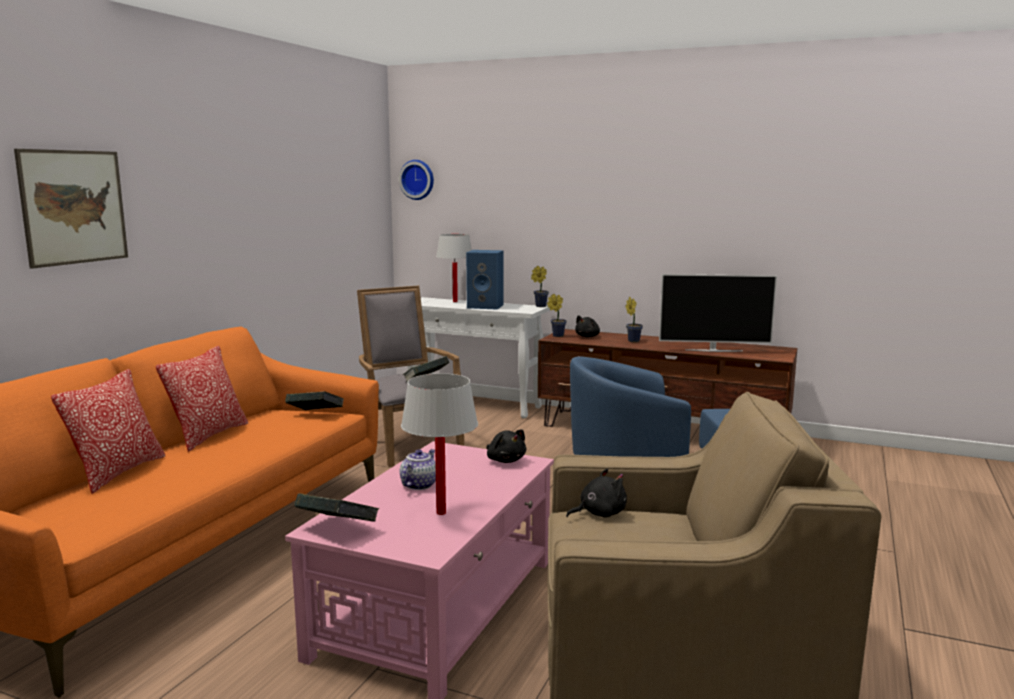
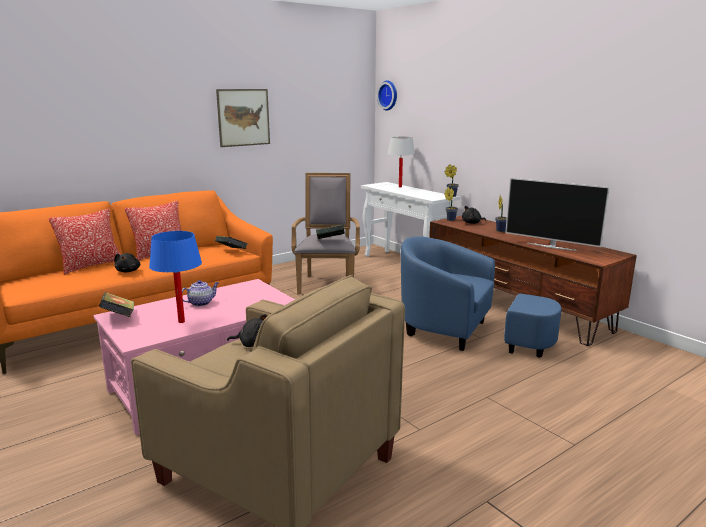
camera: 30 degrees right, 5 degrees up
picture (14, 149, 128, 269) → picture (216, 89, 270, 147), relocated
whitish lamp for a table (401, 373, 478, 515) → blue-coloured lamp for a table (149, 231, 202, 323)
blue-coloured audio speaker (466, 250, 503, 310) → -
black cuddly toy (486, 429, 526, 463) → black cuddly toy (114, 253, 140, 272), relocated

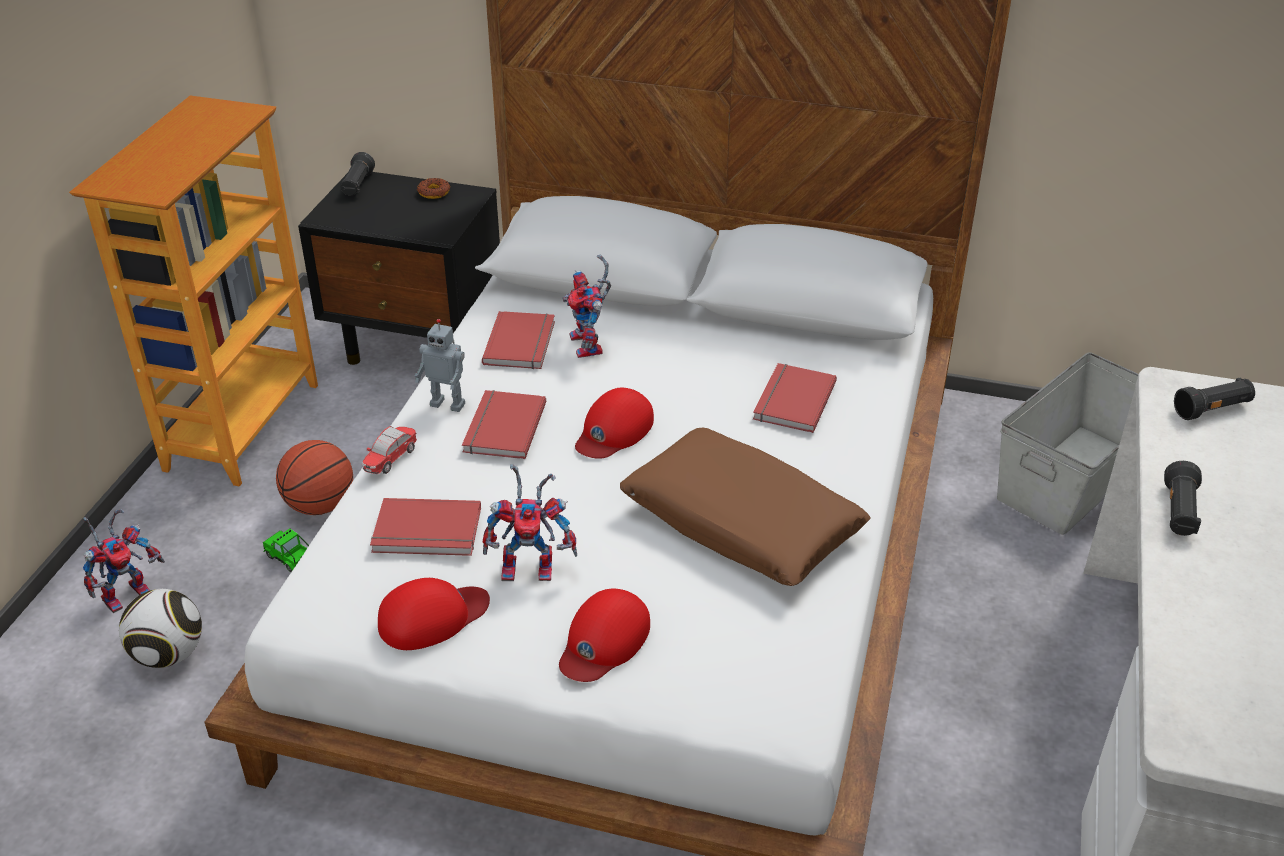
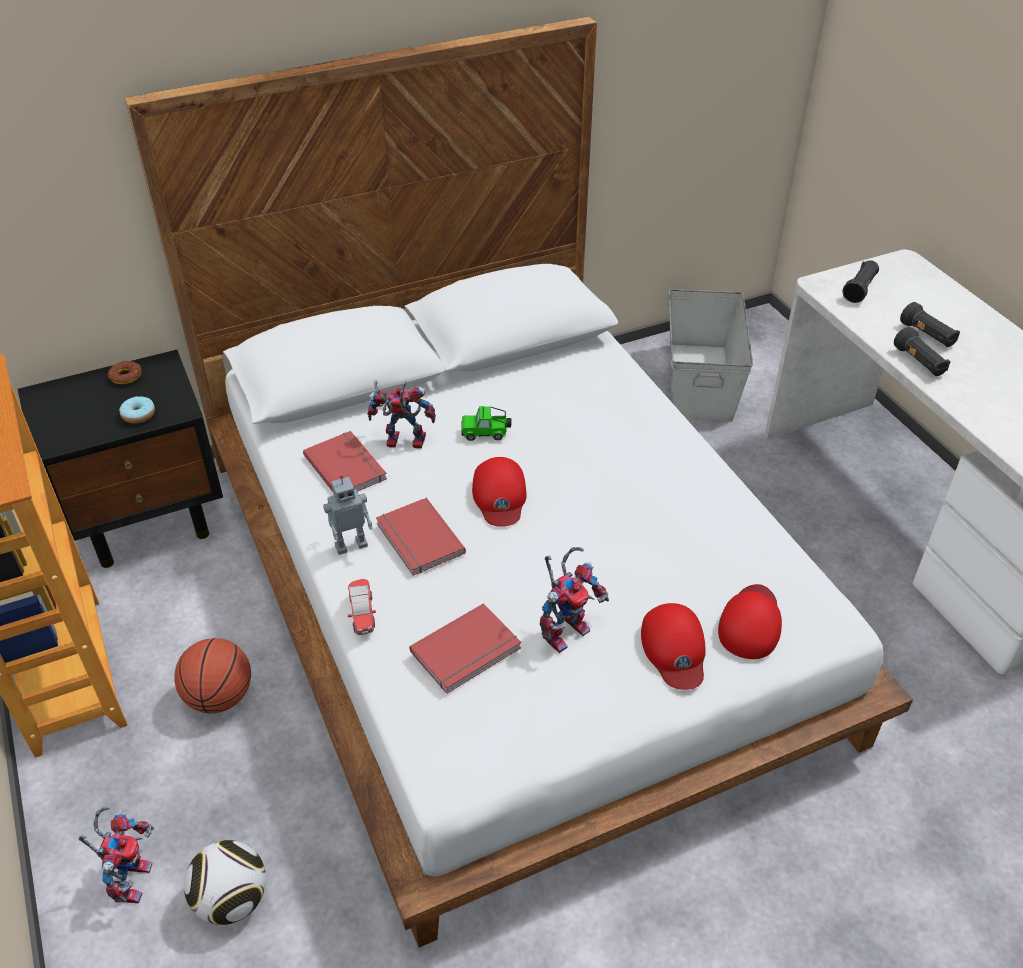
camera: 40 degrees left, 5 degrees up
miniature car (263, 529, 309, 572) → miniature car (461, 406, 512, 441), relocated
black torch (340, 152, 375, 196) → black torch (900, 302, 960, 347), relocated
red cap (378, 578, 490, 650) → red cap (718, 584, 782, 659), relocated
robot figure (562, 254, 611, 358) → robot figure (367, 380, 436, 449), 150 degrees clockwise
brown pillow (620, 428, 871, 586) → -
red book (753, 363, 837, 433) → -
- → ring doughnut (119, 396, 155, 424)

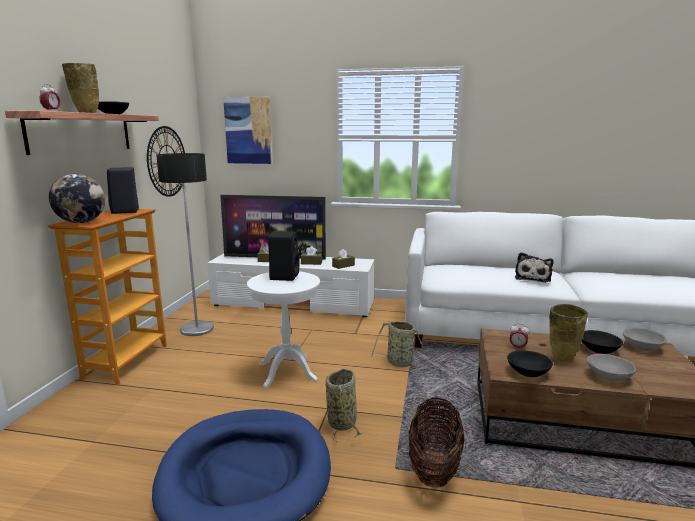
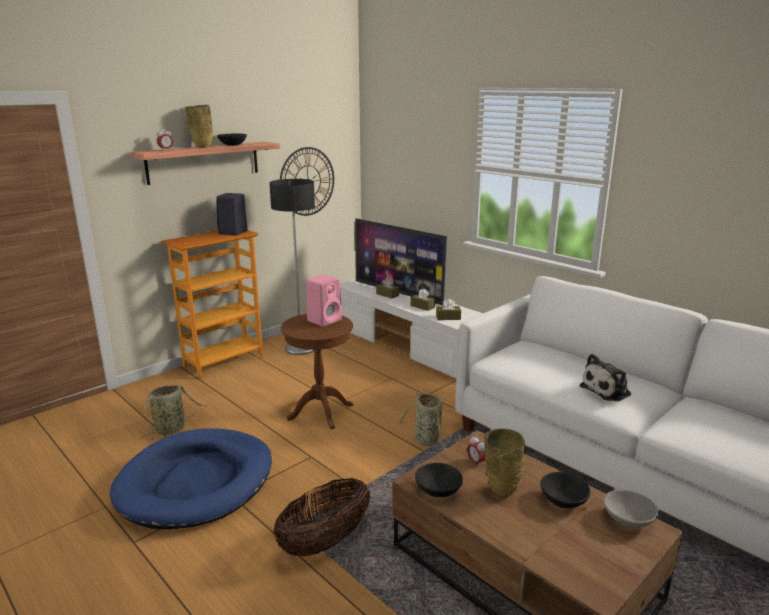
camera: 35 degrees right, 5 degrees up
world globe (49, 174, 105, 223) → -
picture (223, 97, 273, 164) → -
whitish end table (247, 271, 320, 388) → brown end table (281, 314, 354, 429)
black audio speaker (268, 231, 300, 281) → pink audio speaker (306, 274, 342, 327)
household basket (326, 368, 361, 442) → household basket (141, 385, 208, 440), relocated
greyish serving bowl (587, 354, 636, 381) → -

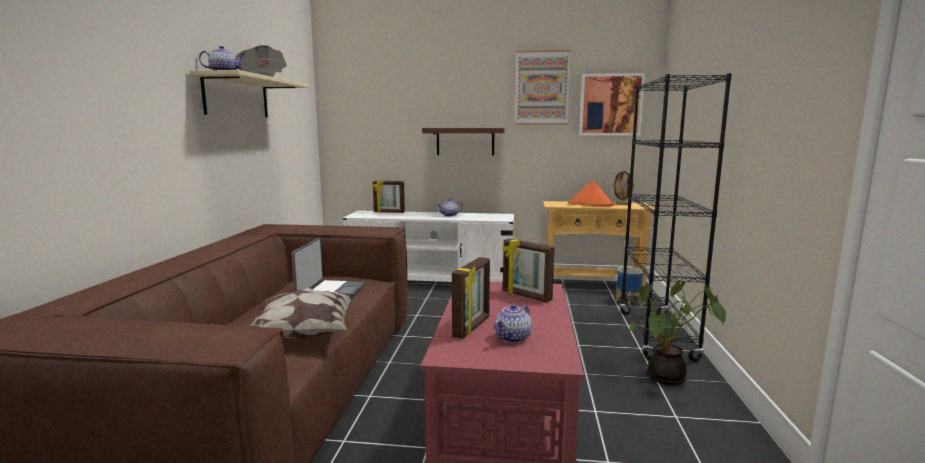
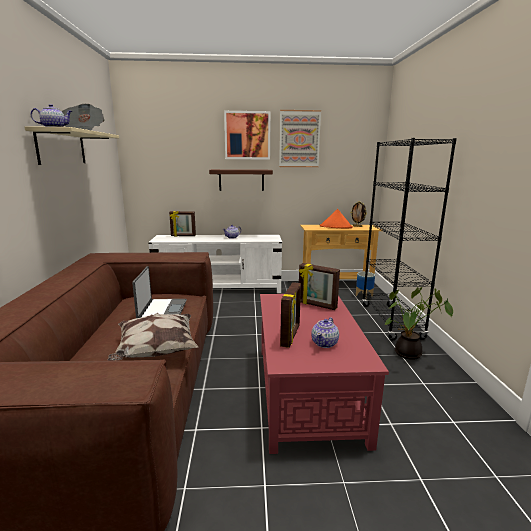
camera: 10 degrees left, 5 degrees up
picture (579, 73, 645, 136) → picture (224, 111, 271, 160), relocated

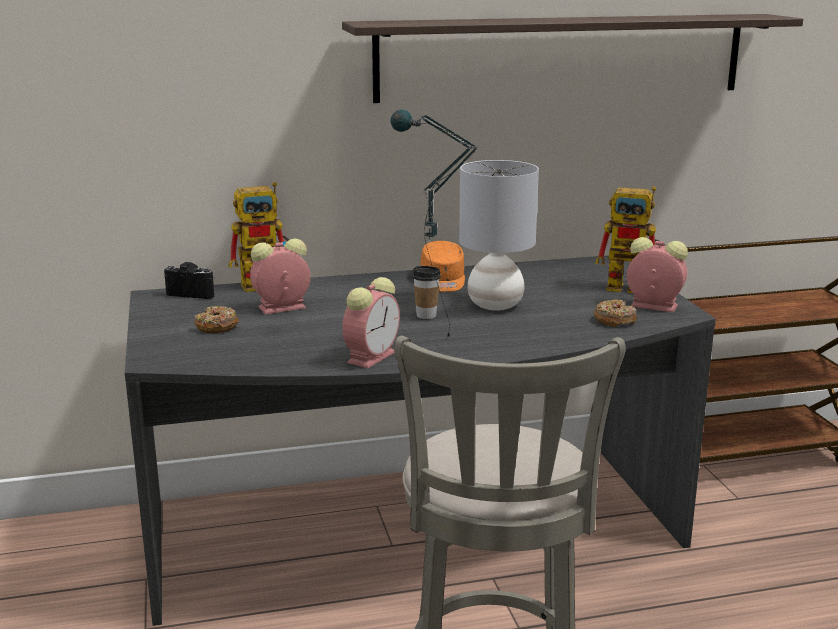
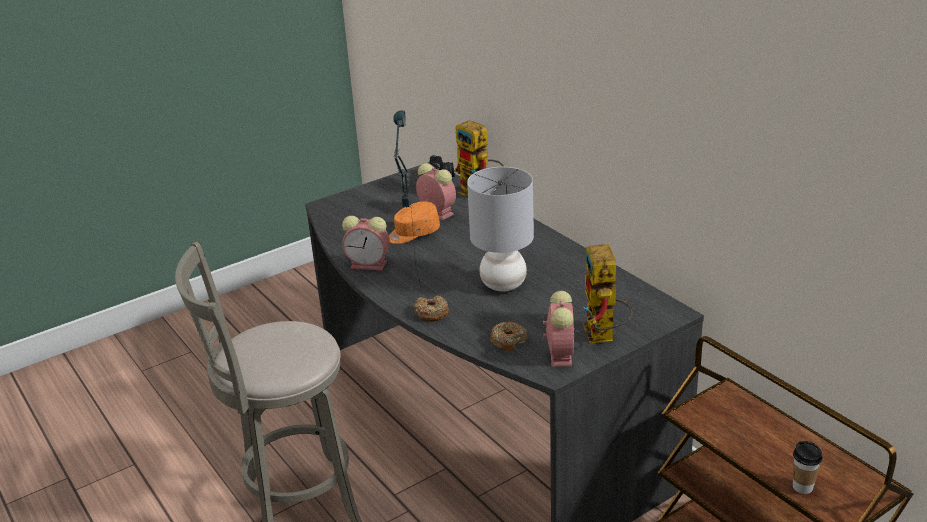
camera: 70 degrees right, 10 degrees up
ring doughnut (194, 306, 239, 333) → ring doughnut (414, 296, 449, 322), relocated
shelf (342, 14, 803, 103) → -
cup (412, 266, 441, 319) → cup (793, 441, 823, 494), relocated
orange cap (420, 241, 465, 292) → orange cap (389, 201, 440, 244), relocated

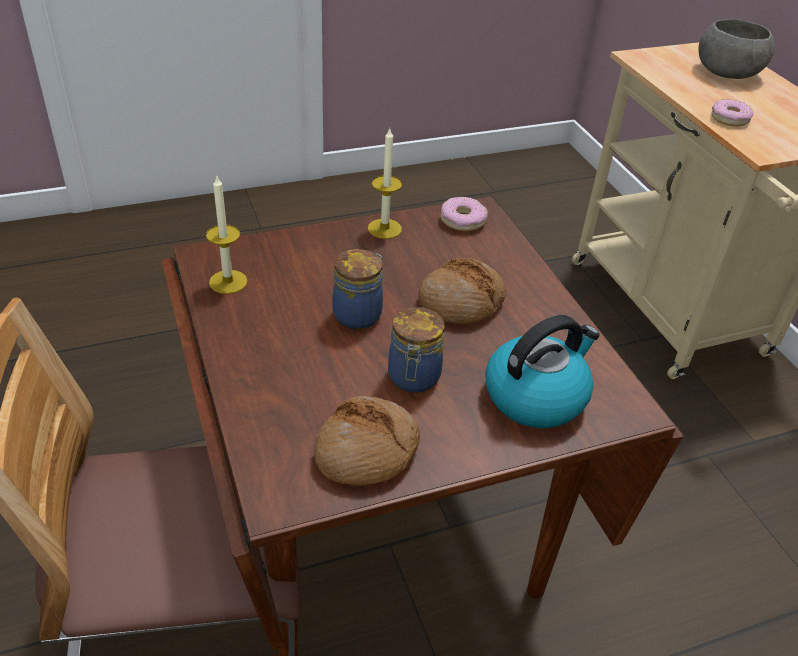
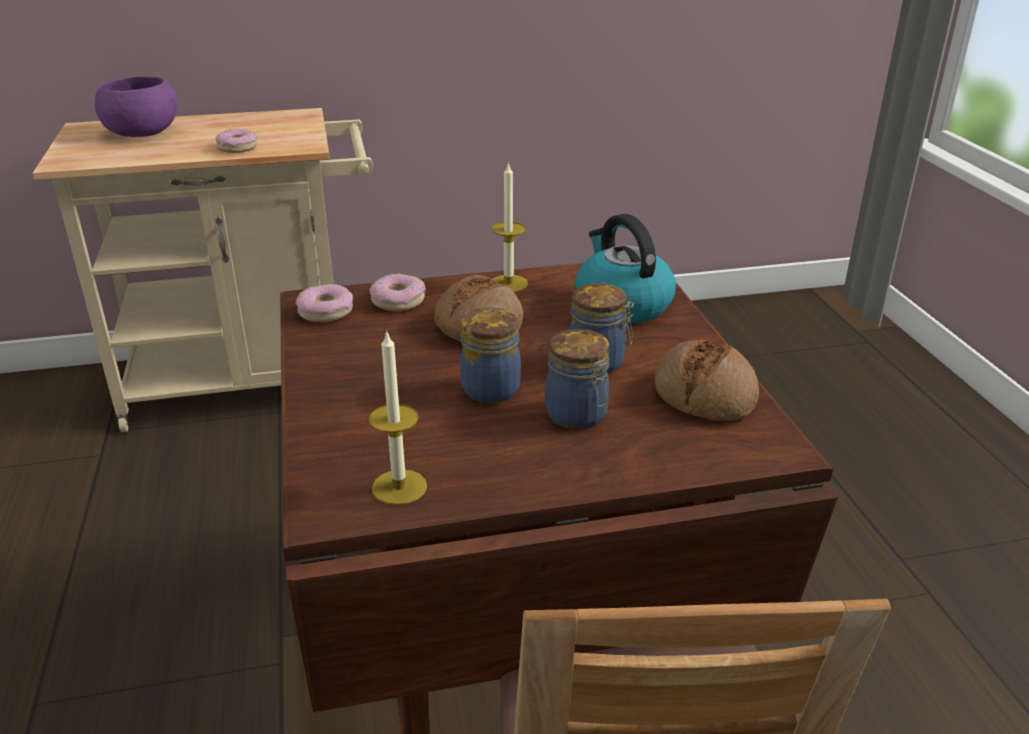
camera: 80 degrees left, 10 degrees down
wax light (368, 127, 402, 239) → wax light (492, 162, 528, 292), relocated
greyish serving bowl (698, 19, 775, 79) → purple serving bowl (95, 76, 178, 137)
- → ring doughnut (370, 274, 426, 311)
- → storage jar (545, 329, 609, 429)

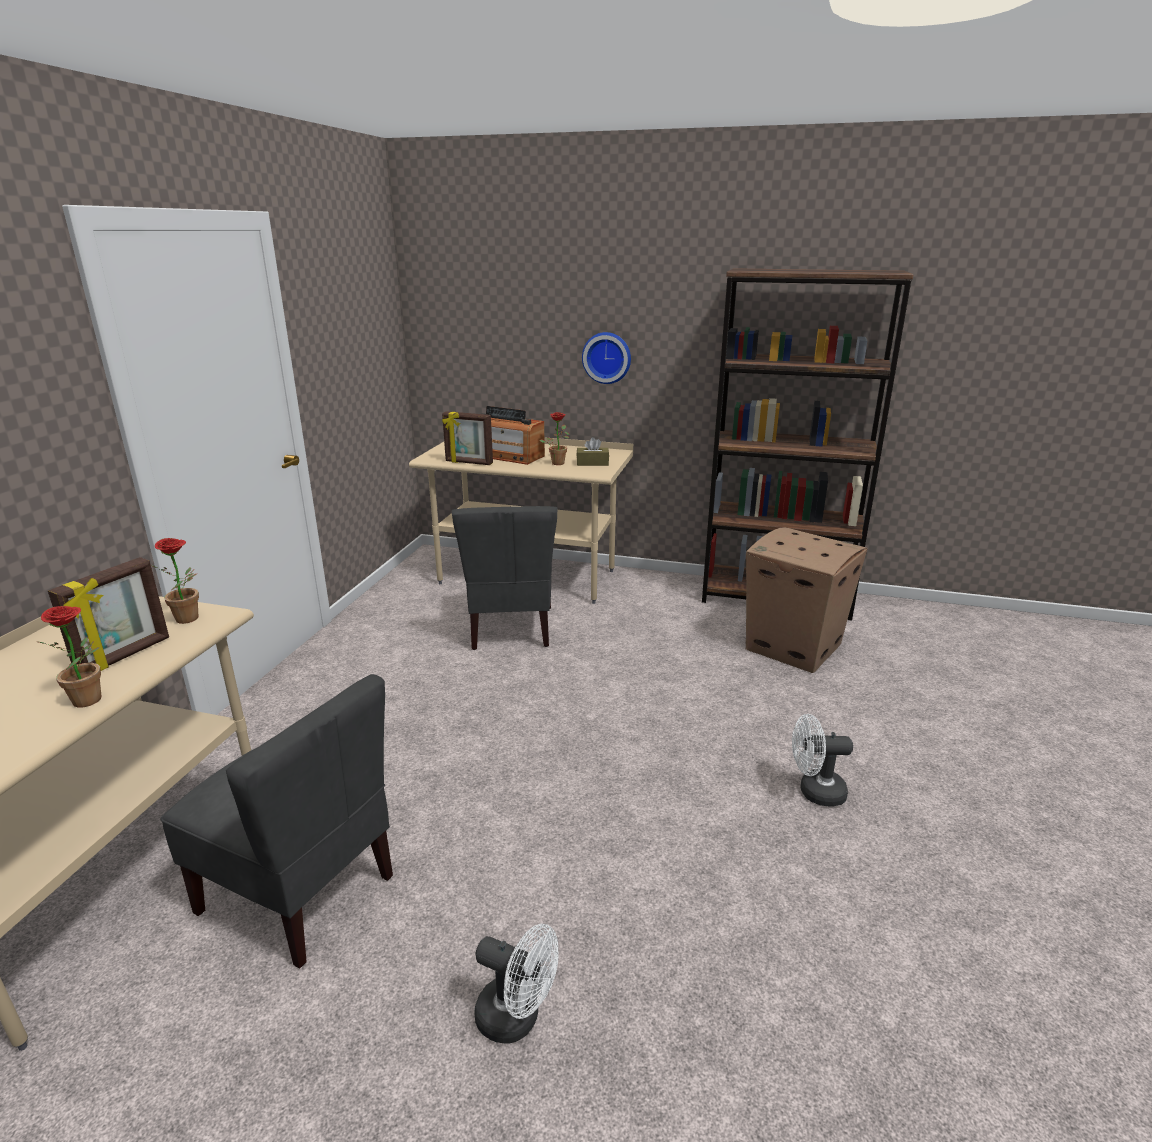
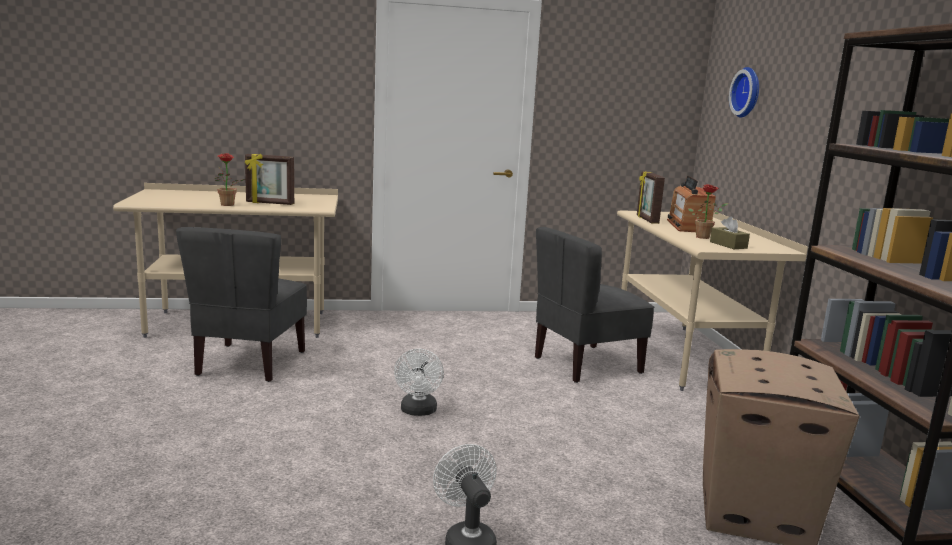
camera: 65 degrees right, 10 degrees down
plant in a pot (151, 538, 199, 624) → -
whitish cooling fan (474, 924, 558, 1044) → whitish cooling fan (394, 349, 444, 416), relocated
clock on the wall (582, 332, 631, 384) → clock on the wall (729, 67, 759, 118), relocated

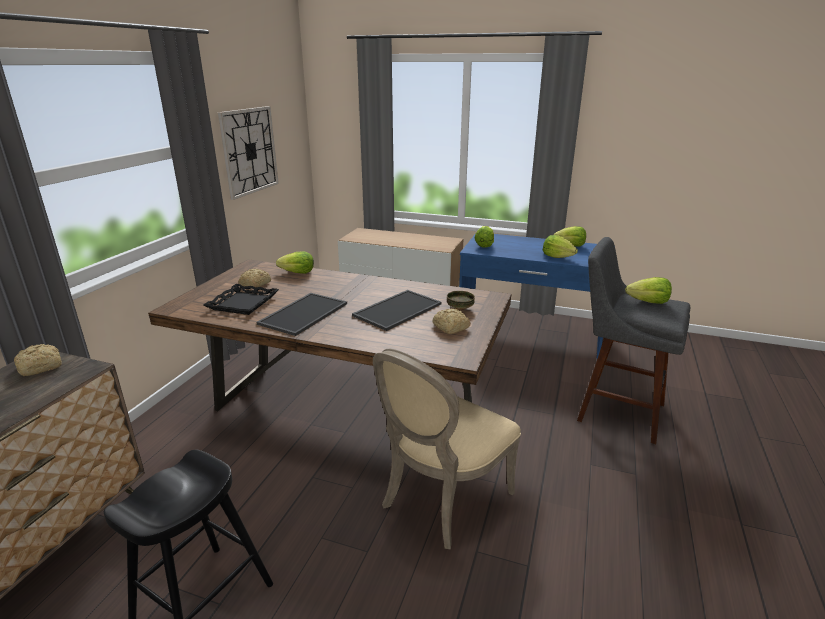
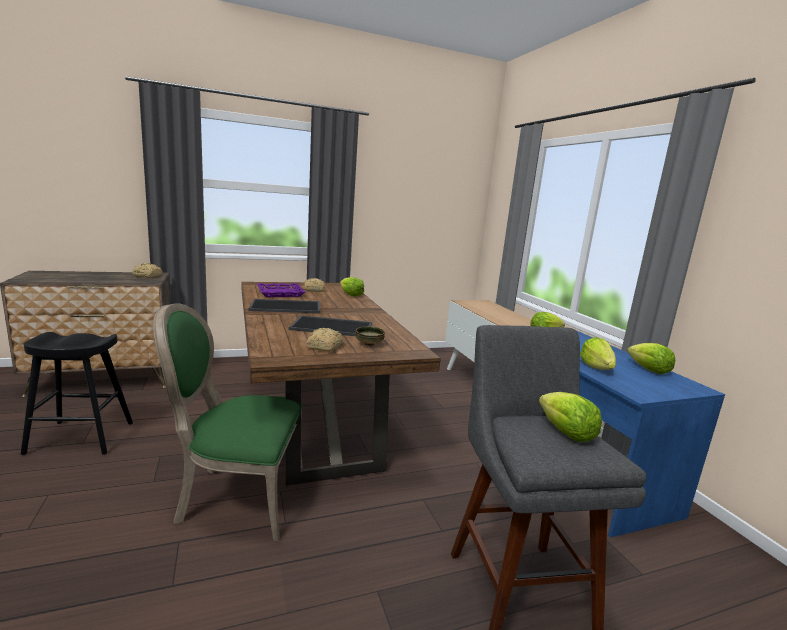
camera: 50 degrees right, 10 degrees down
black tray (203, 284, 279, 315) → purple tray (257, 283, 305, 297)
clock on the wall (218, 106, 279, 200) → -
beige chair (373, 349, 521, 550) → green chair (153, 303, 303, 541)

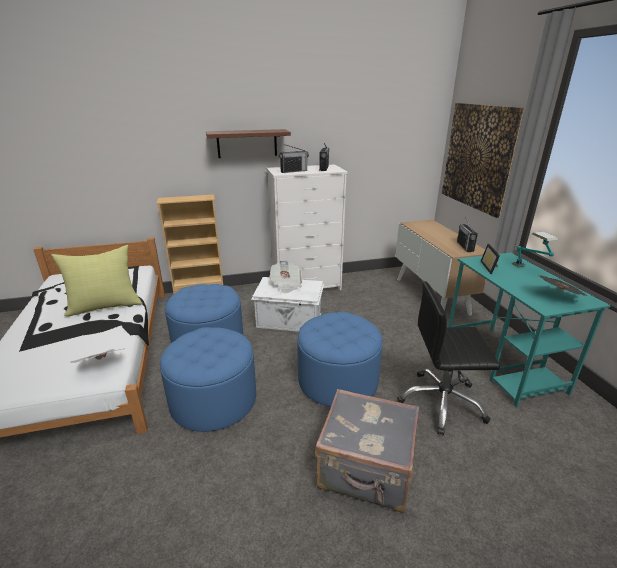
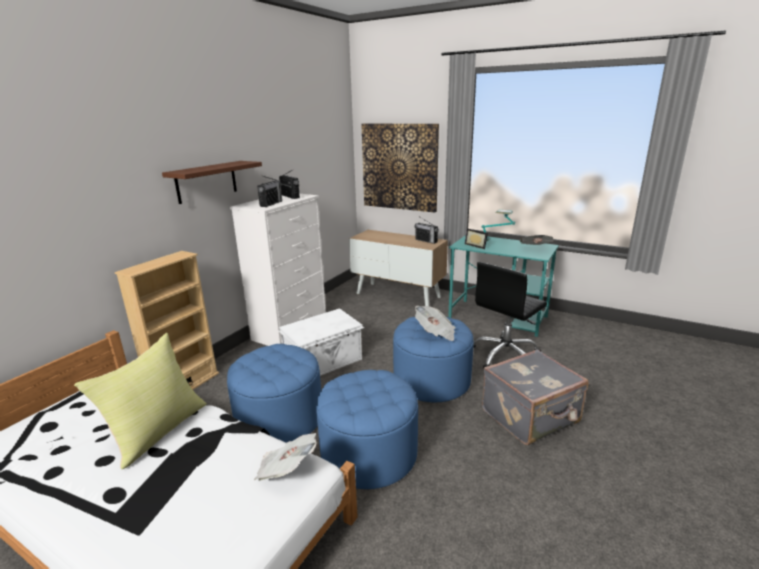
camera: 45 degrees left, 5 degrees down
daily paper (269, 260, 302, 293) → daily paper (415, 306, 456, 341), relocated

